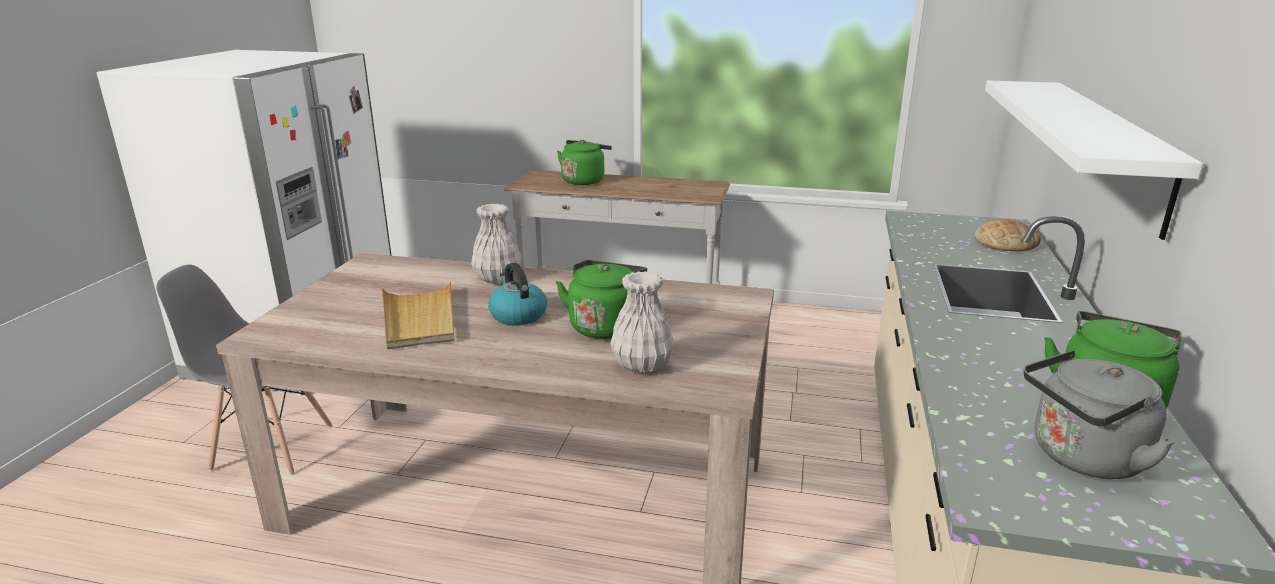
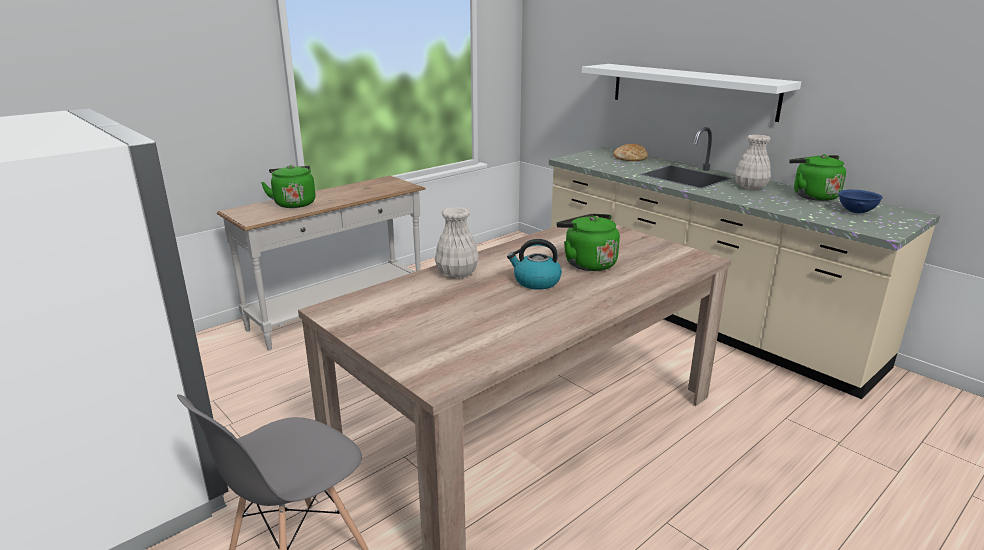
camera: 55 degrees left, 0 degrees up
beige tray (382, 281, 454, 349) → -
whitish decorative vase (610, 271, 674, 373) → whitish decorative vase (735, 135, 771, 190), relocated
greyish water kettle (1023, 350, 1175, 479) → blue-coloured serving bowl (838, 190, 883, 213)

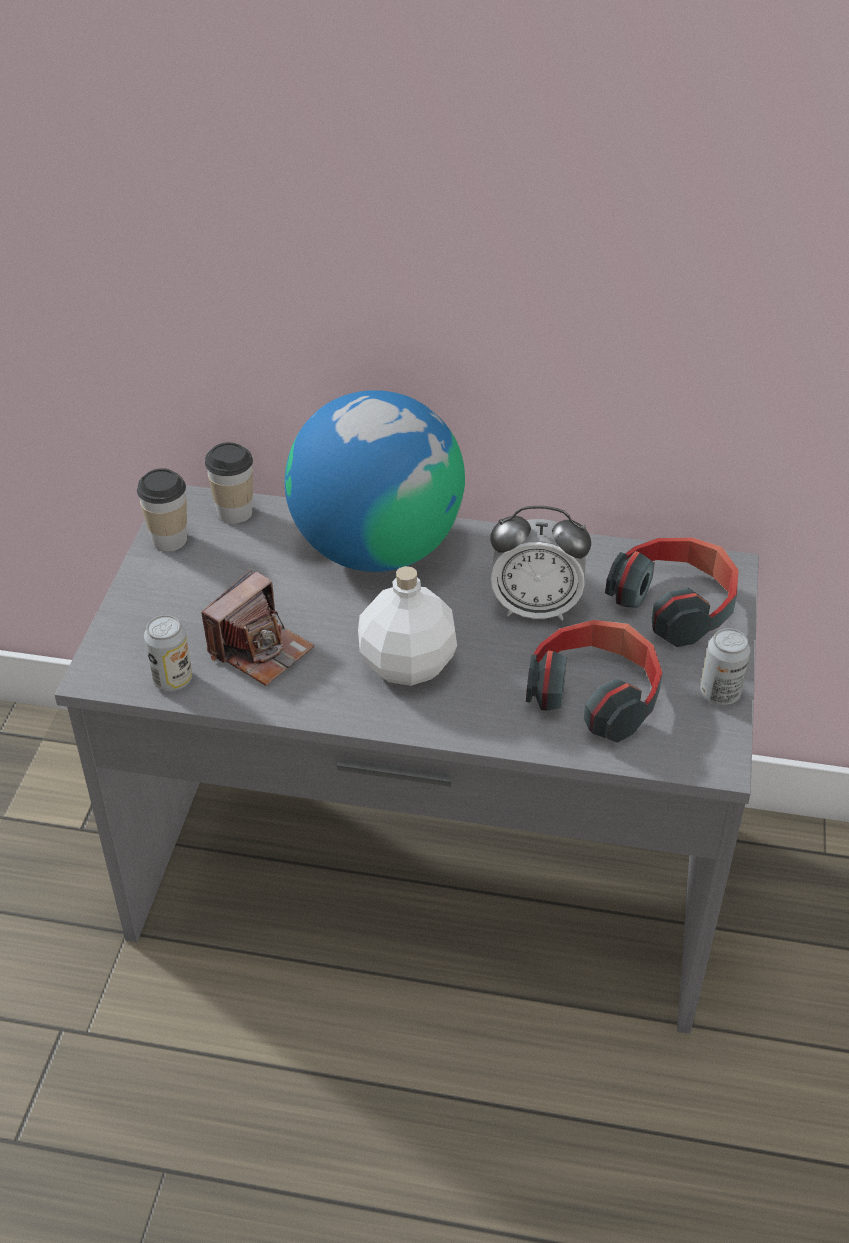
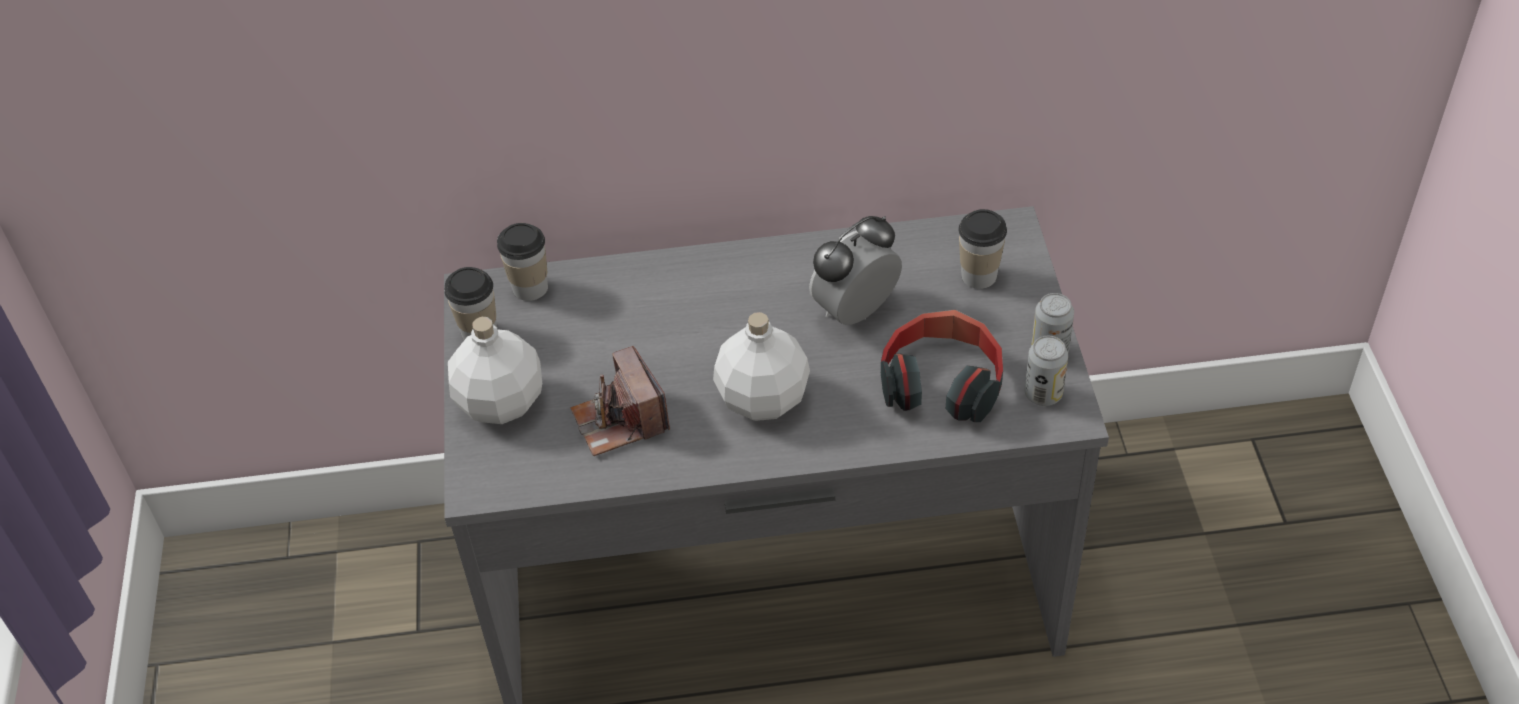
camera: 15 degrees left, 5 degrees up
metal can (144, 615, 192, 691) → metal can (1025, 336, 1068, 406), relocated
still camera (201, 570, 314, 686) → still camera (570, 346, 670, 456), 135 degrees clockwise
world globe (285, 390, 465, 572) → -
bedside clock (490, 506, 591, 621) → bedside clock (809, 216, 902, 325), 150 degrees clockwise
headset (605, 537, 739, 647) → cup (958, 209, 1007, 289)
- → whitish beverage bottle (448, 317, 542, 424)

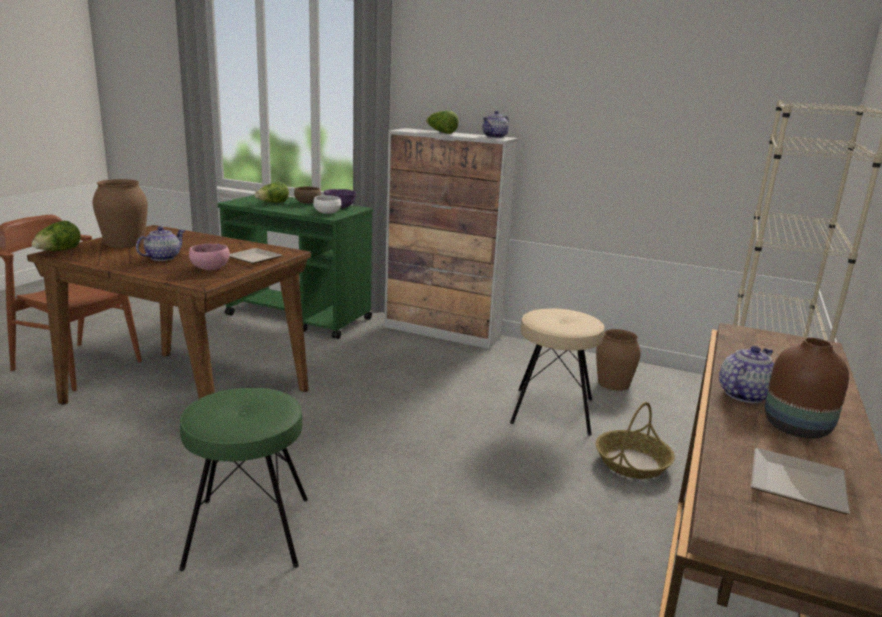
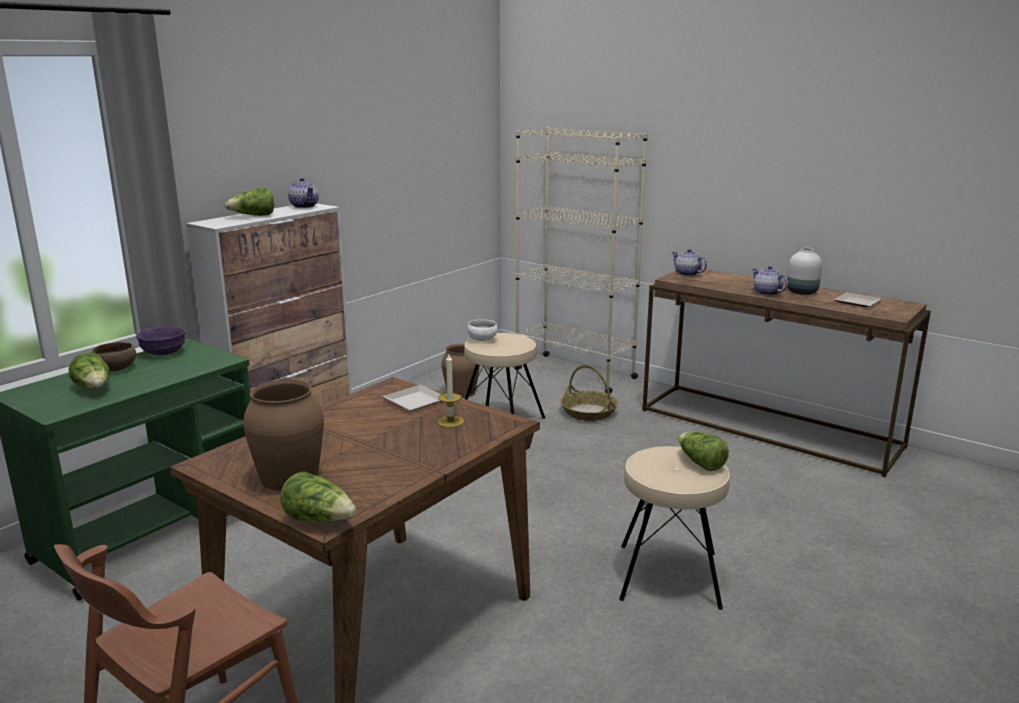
camera: 75 degrees left, 0 degrees up
pot for tea (136, 226, 185, 261) → pot for tea (672, 249, 707, 276), relocated
green stool seat (179, 388, 308, 571) → beige stool seat (619, 446, 730, 610)
pink serving bowl (189, 244, 230, 270) → wax light (437, 354, 464, 428)
whitish serving bowl (313, 195, 341, 214) → whitish serving bowl (467, 320, 498, 341), relocated
brown decorative vase (765, 338, 849, 439) → whitish decorative vase (787, 248, 822, 295)
- → lettuce (678, 432, 729, 471)

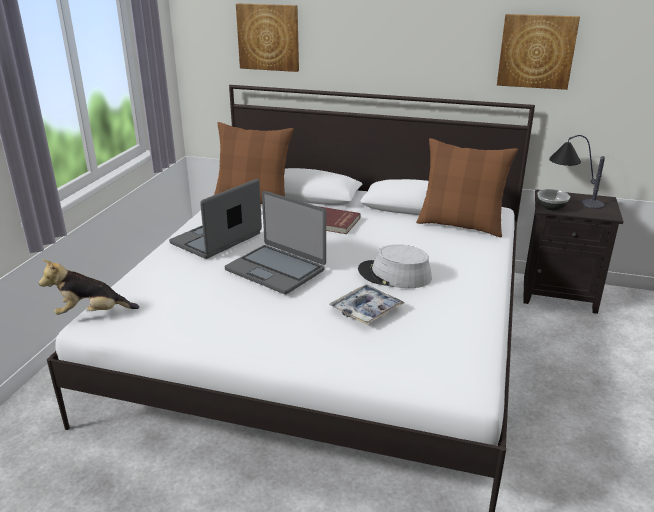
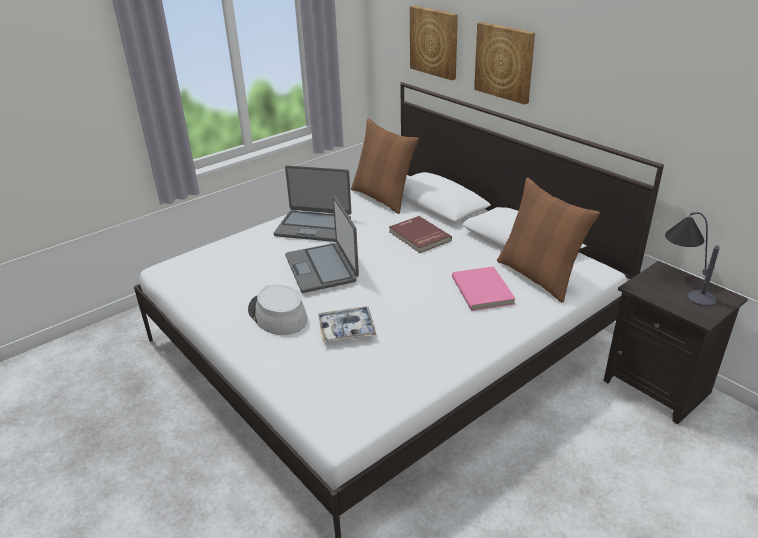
camera: 35 degrees right, 5 degrees up
cuddly toy (39, 260, 139, 315) → -
portable computer (169, 179, 262, 259) → portable computer (274, 165, 352, 242), 150 degrees counterclockwise
greyish hat (358, 244, 432, 288) → greyish hat (248, 284, 308, 335), relocated
picture (497, 14, 580, 90) → picture (474, 22, 535, 105), relocated
serving bowl (537, 189, 570, 211) → -
- → pink book (452, 266, 516, 311)

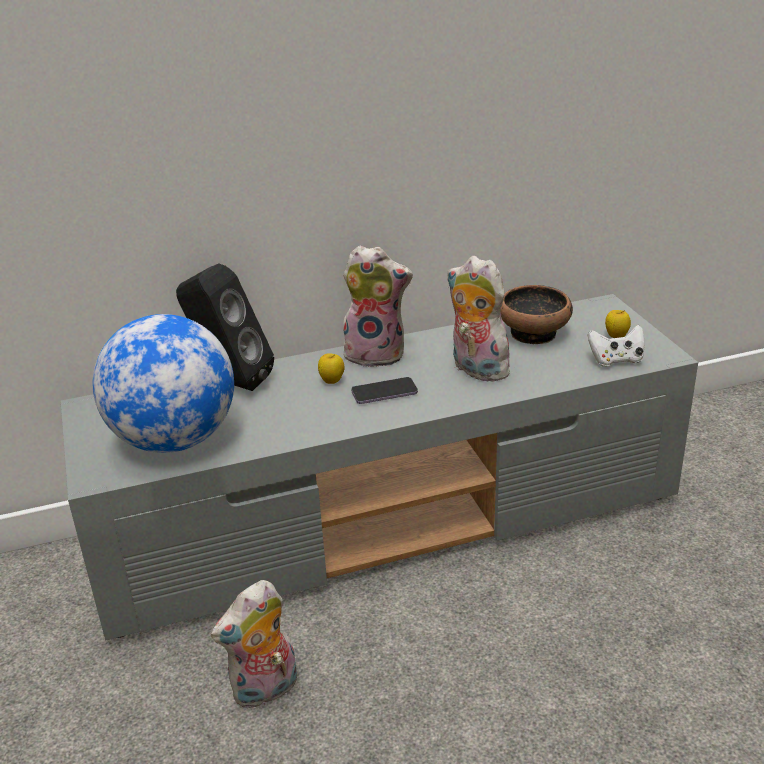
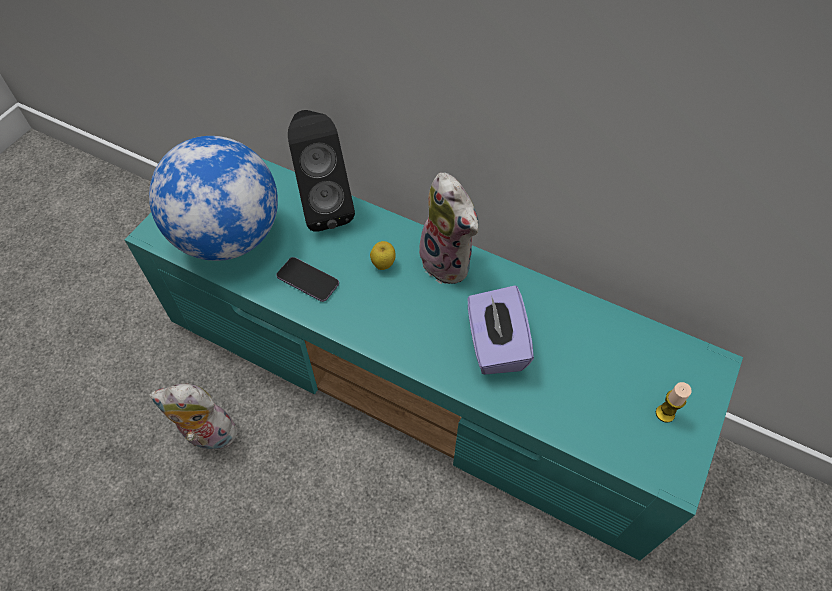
camera: 45 degrees right, 25 degrees up
greyish tv stand (60, 294, 698, 641) → turquoise tv stand (124, 158, 743, 561)
phone (351, 377, 418, 404) → phone (276, 257, 339, 302), relocated
cuddly toy (447, 256, 512, 382) → purple box of tissues (468, 286, 534, 375)
serving bowl (501, 285, 573, 344) → -
whitish gamepad (588, 325, 645, 367) → -
whole apple (605, 310, 631, 338) → wax light (656, 382, 692, 423)

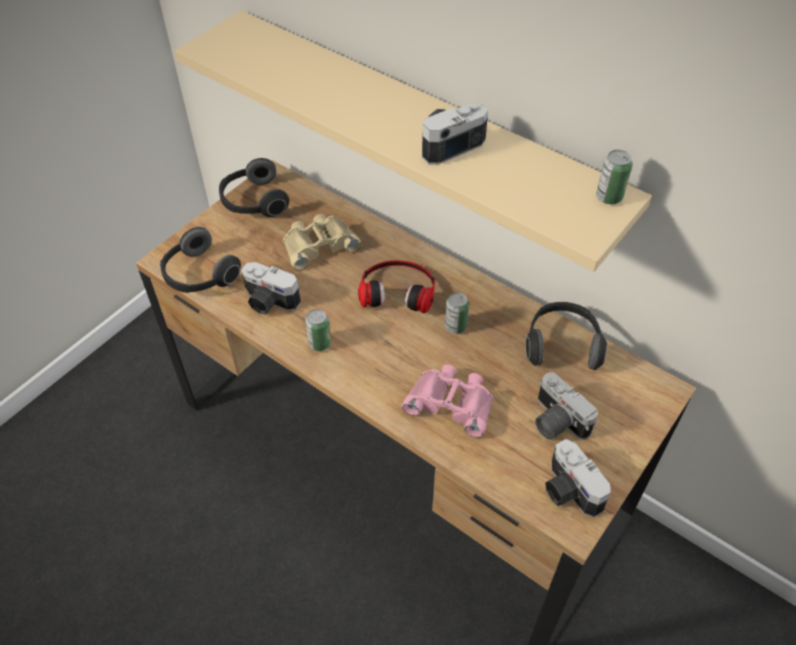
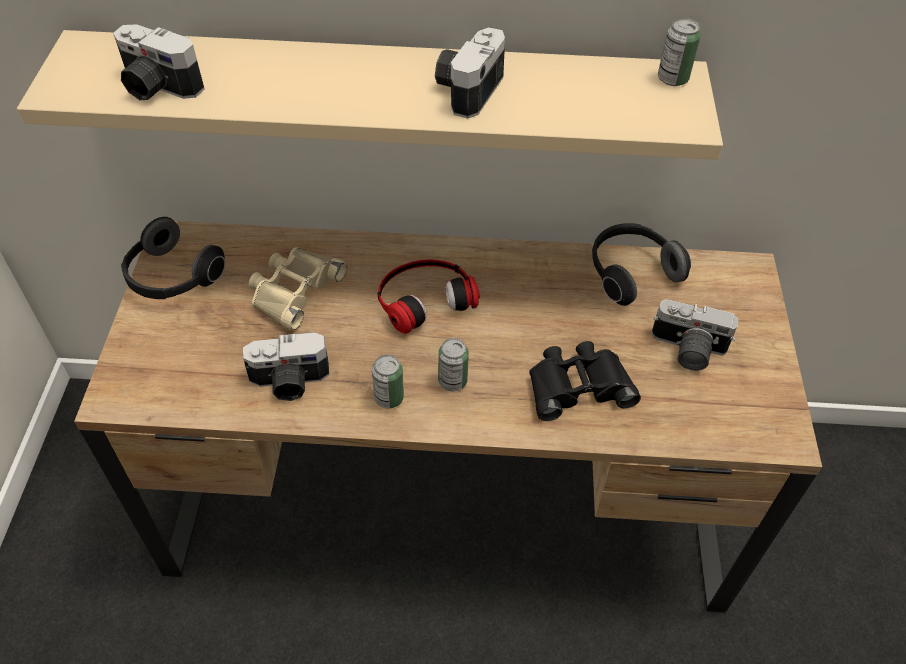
camera: 35 degrees left, 0 degrees up
headset (160, 227, 241, 293) → -
pink pair of binoculars (402, 364, 493, 437) → black pair of binoculars (529, 341, 641, 421)
metal can (445, 292, 469, 334) → metal can (438, 338, 469, 392), relocated
still camera (545, 439, 611, 517) → still camera (113, 24, 205, 100), relocated

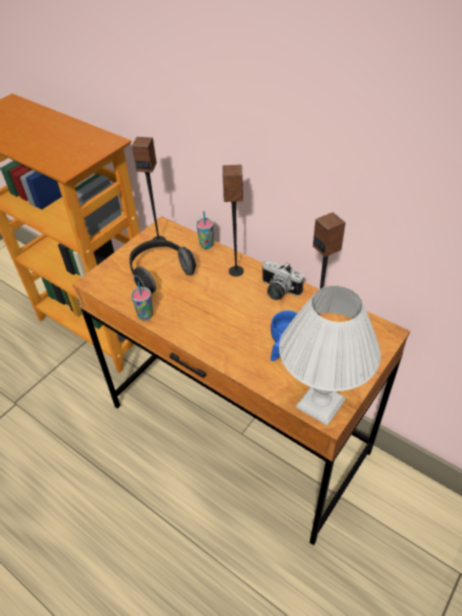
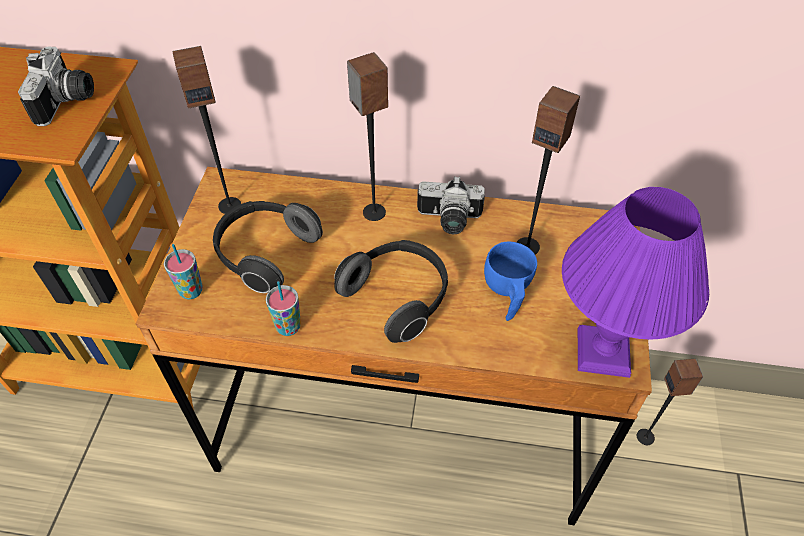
camera: 30 degrees left, 5 degrees up
cup (196, 211, 214, 249) → cup (164, 244, 203, 299), relocated
whitish lamp for a table (279, 286, 381, 426) → purple lamp for a table (562, 187, 709, 378)
- → still camera (18, 46, 94, 126)
- → headset (334, 240, 448, 343)
- → audio speaker (637, 359, 703, 445)

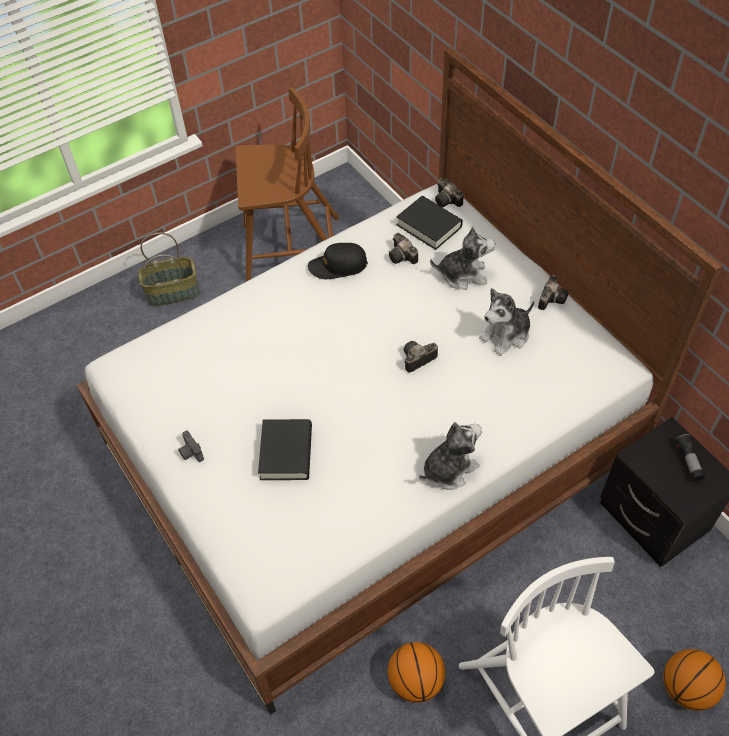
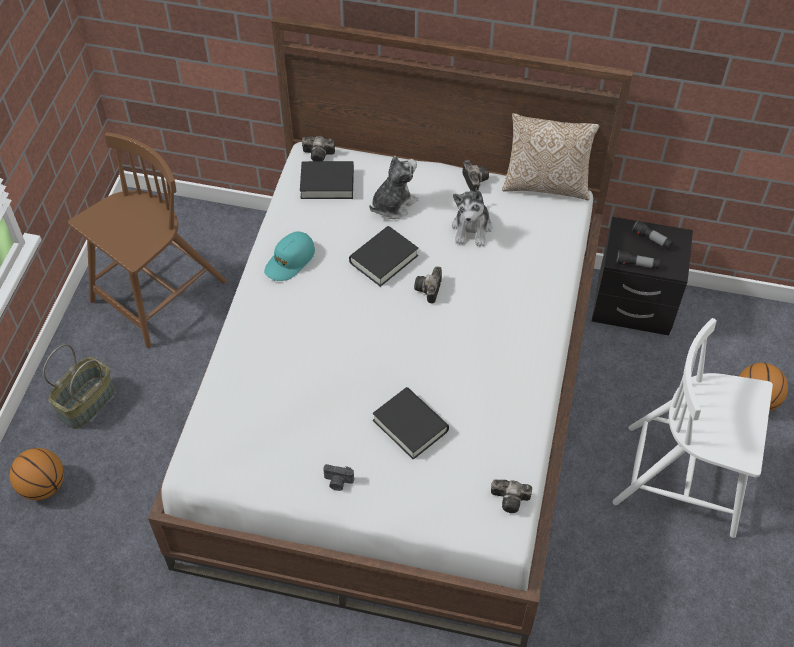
camera: 45 degrees left, 0 degrees up
black cap (308, 243, 368, 279) → turquoise cap (264, 231, 315, 281)
basketball (388, 642, 446, 703) → basketball (10, 448, 64, 500), relocated
still camera (389, 233, 418, 264) → still camera (491, 479, 532, 513), relocated
cuddly toy (419, 422, 482, 490) → -
- → black book (349, 226, 418, 287)
- → pillow (502, 113, 599, 200)
- → torch (616, 250, 660, 269)

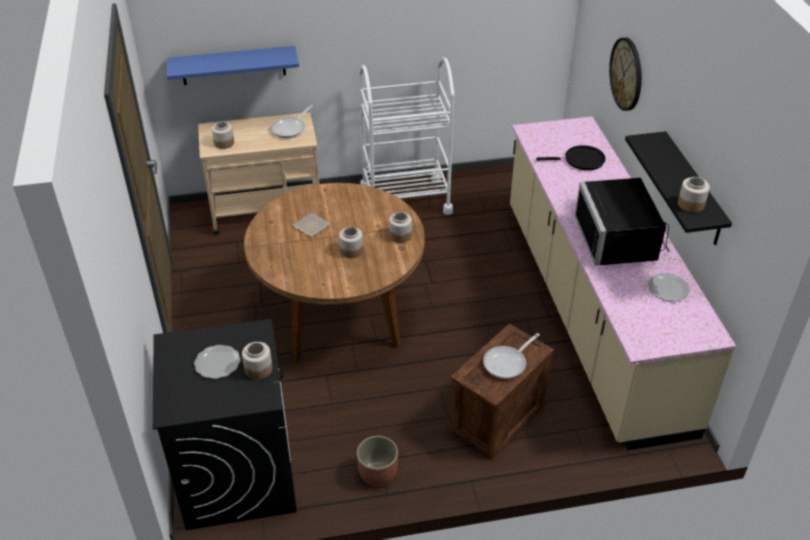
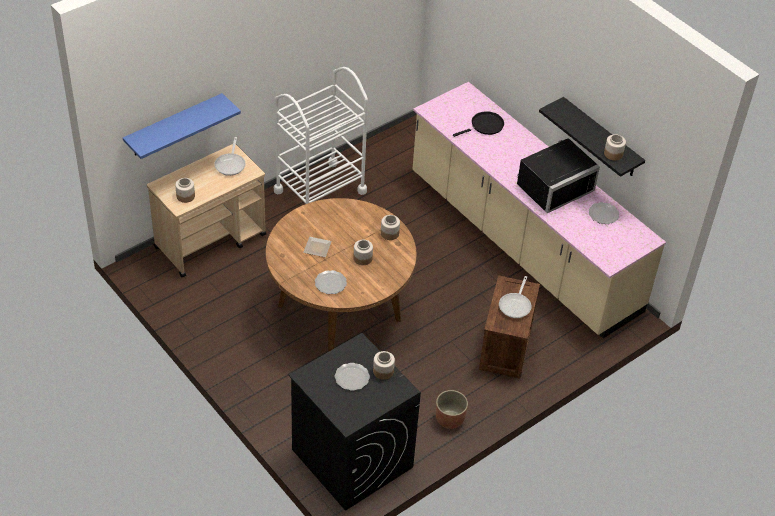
camera: 30 degrees left, 5 degrees up
black kitchen microwave (575, 178, 669, 266) → black kitchen microwave (517, 138, 600, 213), 90 degrees counterclockwise
clock on the wall (609, 37, 642, 111) → -
- → plate (315, 270, 347, 294)

